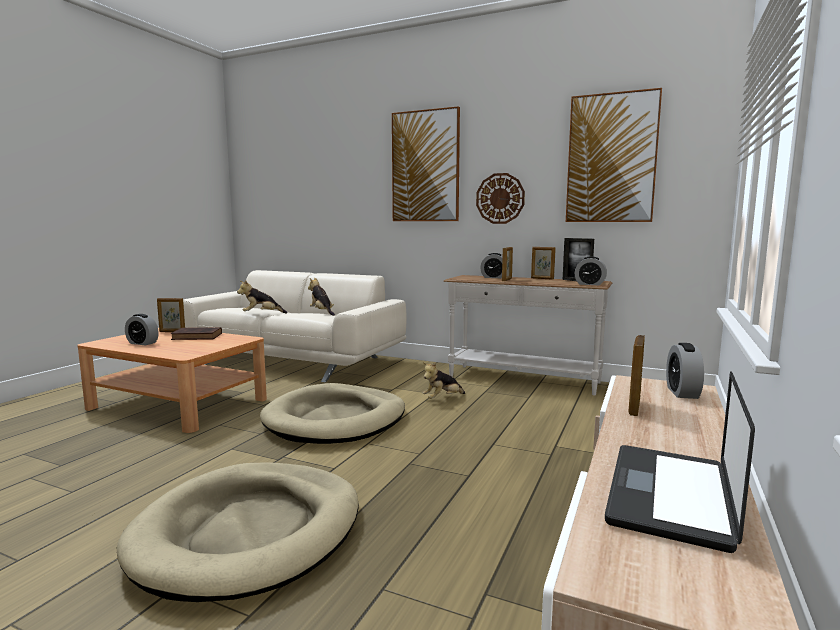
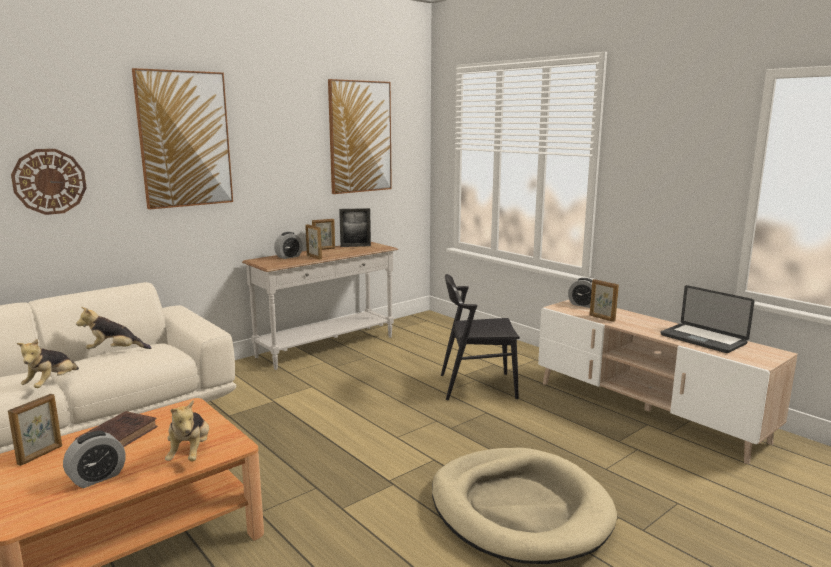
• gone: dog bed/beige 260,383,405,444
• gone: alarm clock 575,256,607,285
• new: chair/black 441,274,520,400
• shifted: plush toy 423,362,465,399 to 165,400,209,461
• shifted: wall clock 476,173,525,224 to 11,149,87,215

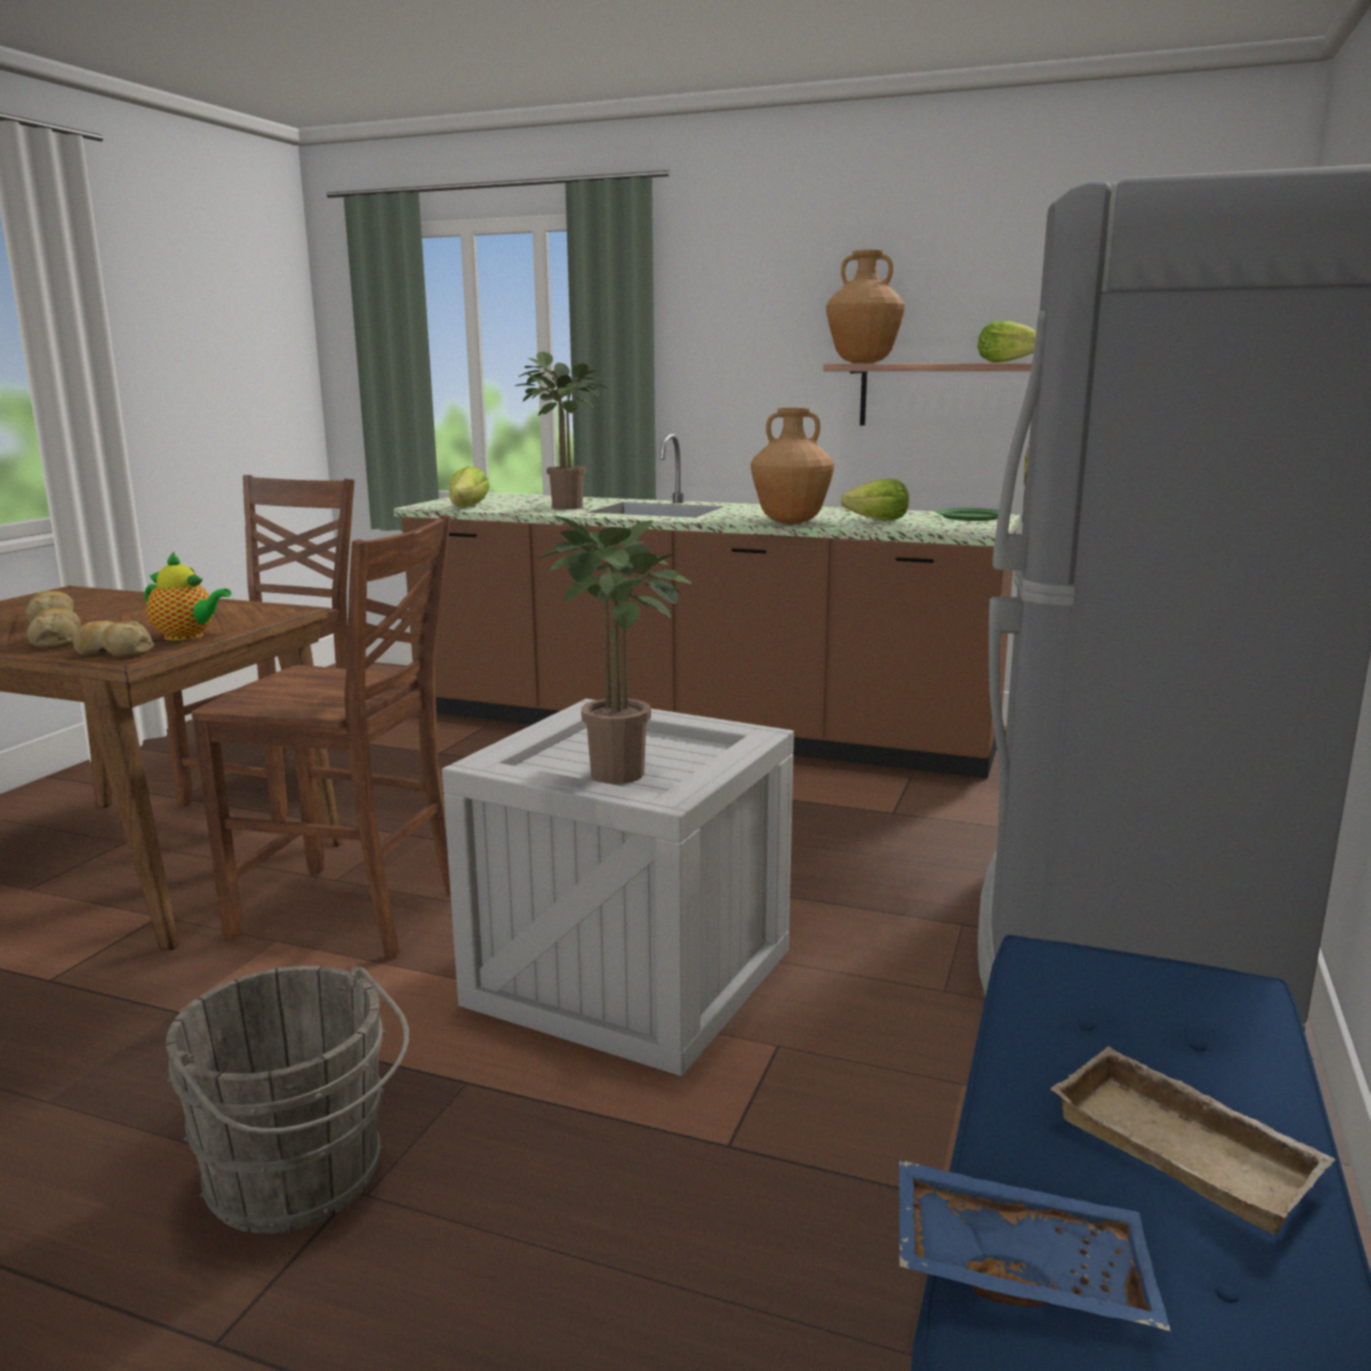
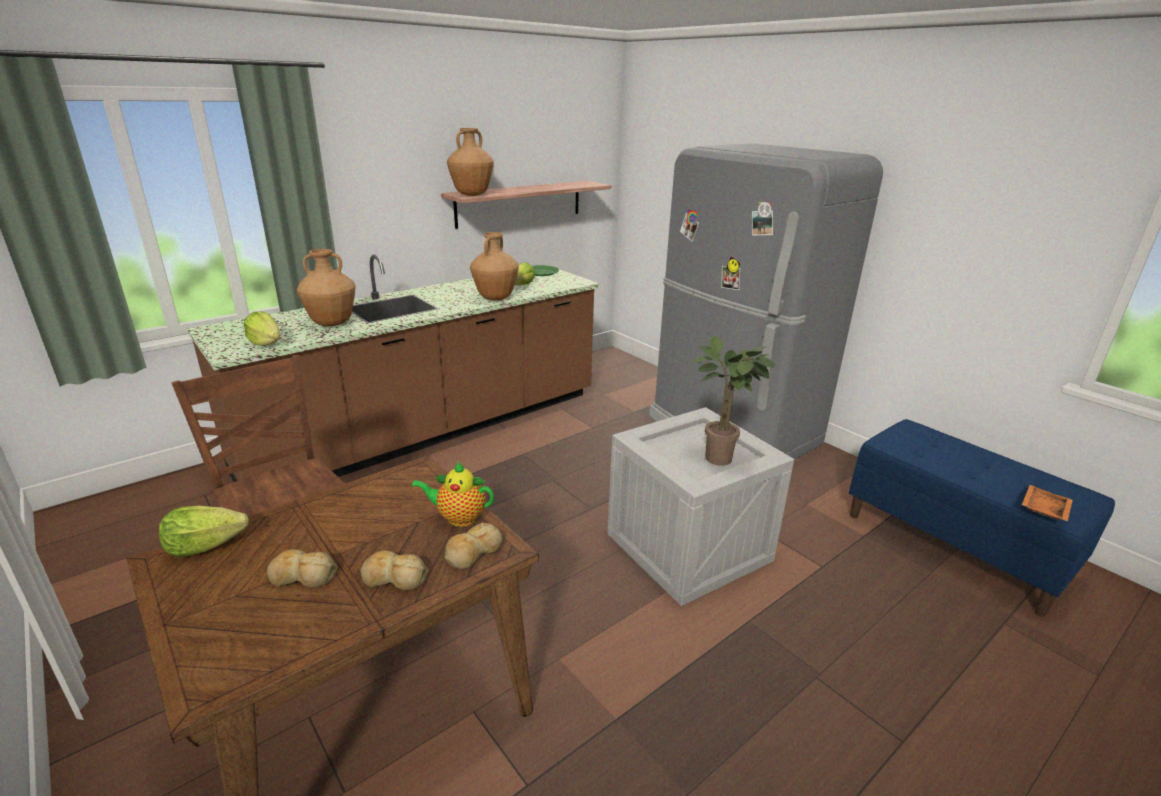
• gone: bucket/grey 166,966,409,1233
• gone: chair/brown 192,515,451,959
• gone: tray/beige 1051,1046,1335,1235
• shifted: lettuce 978,320,1036,363 to 159,506,249,557
• swapped: potted plant 515,352,607,509 to vase/brown 297,249,356,326
• repainted: tray/blue 899,1160,1170,1331 to tray/orange 1022,485,1073,521
• rotated: teapot 144,552,231,641 = 411,462,494,527 135 degrees counterclockwise

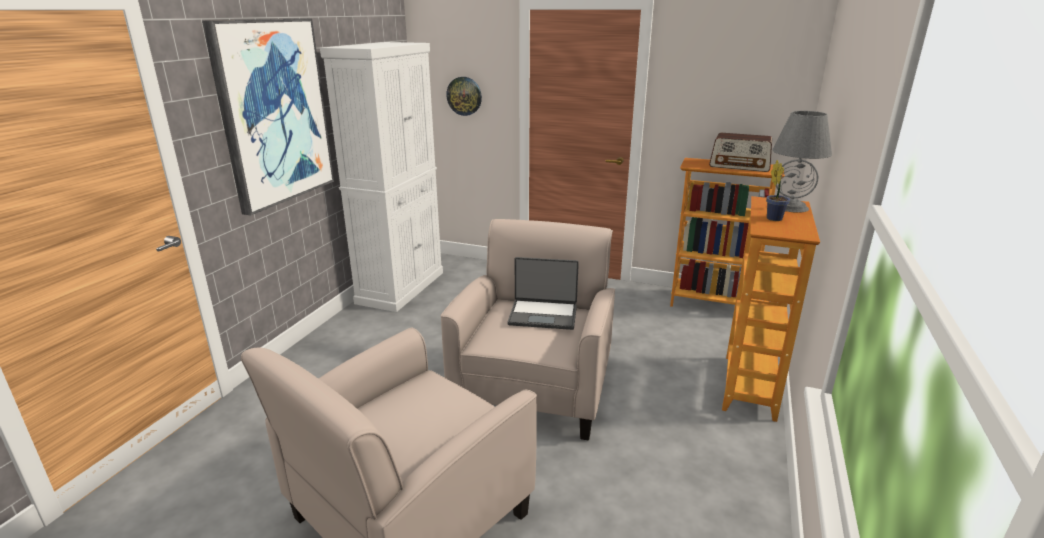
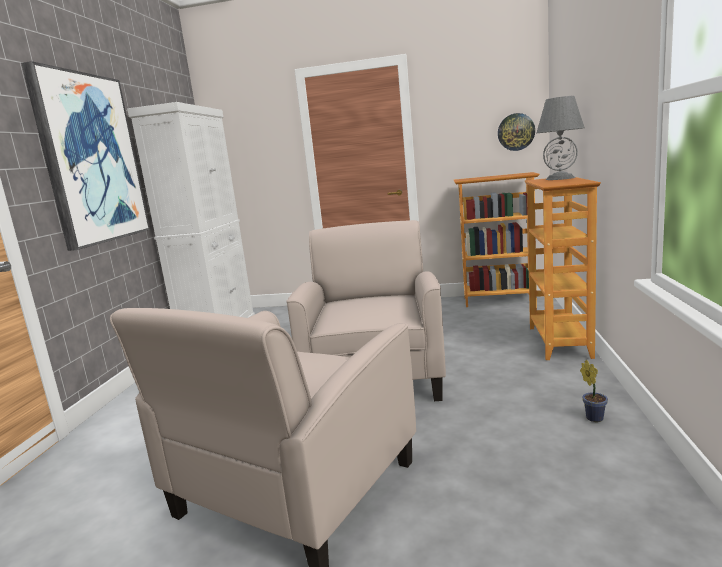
• gone: laptop 507,257,579,330
• gone: radio 709,133,772,172
• shifted: wall clock 446,77,482,116 to 498,113,535,151
• shifted: potted plant 766,160,790,221 to 580,360,608,422

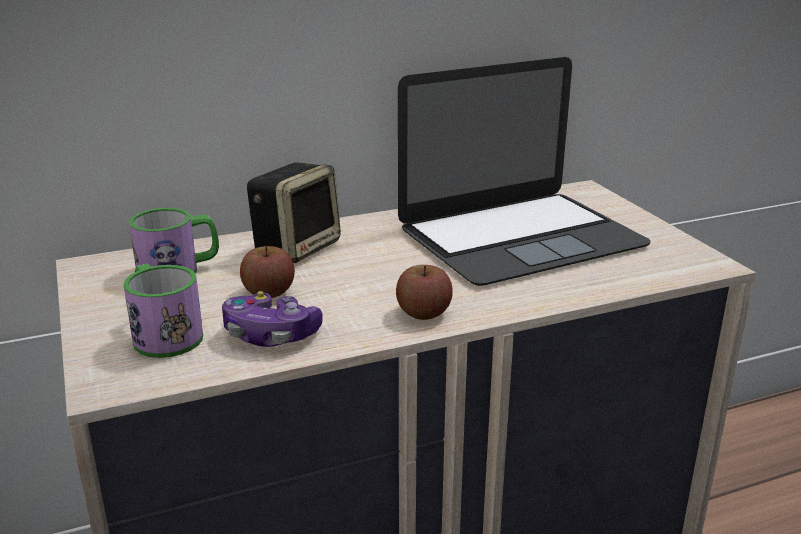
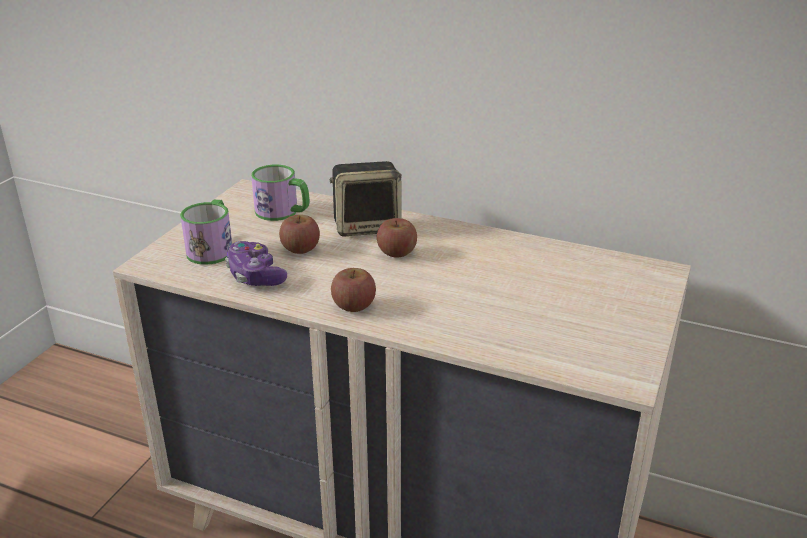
• gone: laptop 398,57,651,286
• new: apple 377,218,417,258

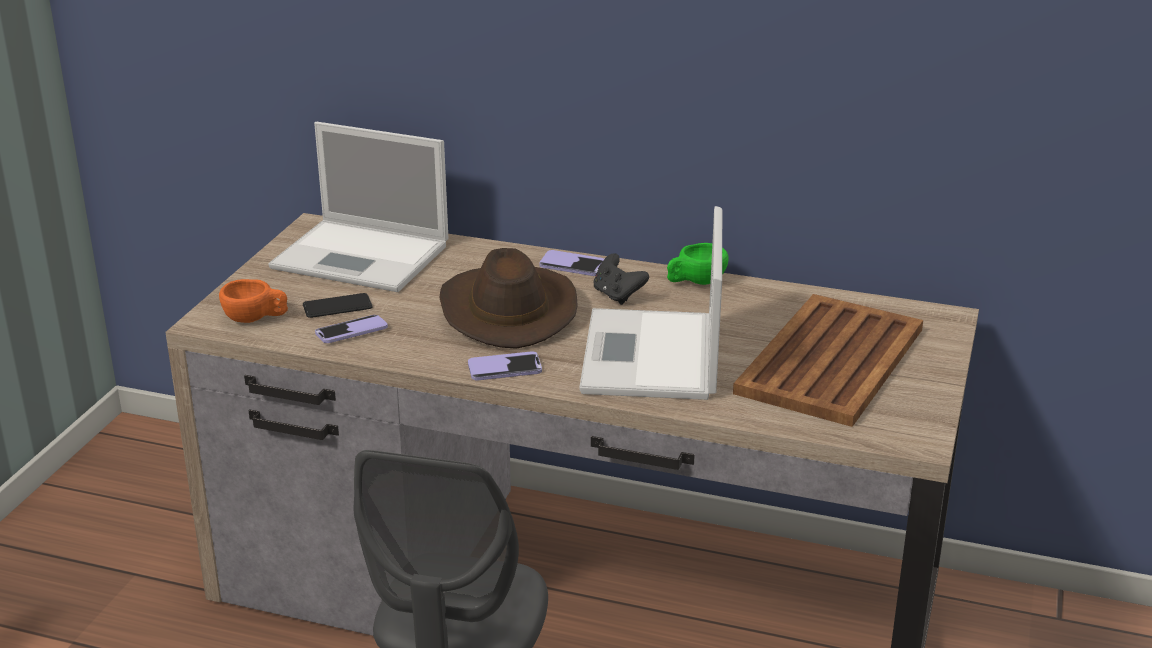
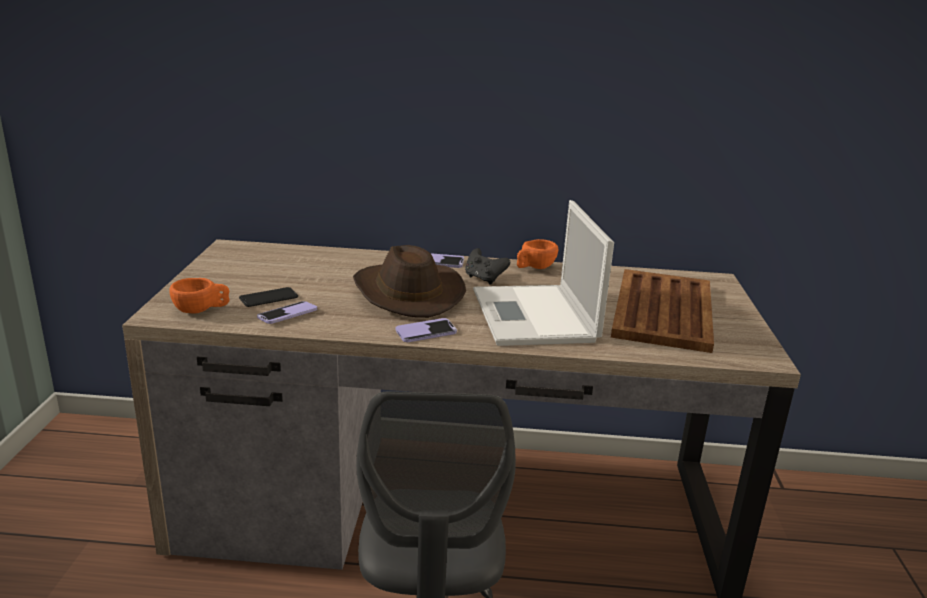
• gone: laptop 269,122,448,292
• repainted: cup/green 667,243,729,285 to cup/orange 517,239,558,269

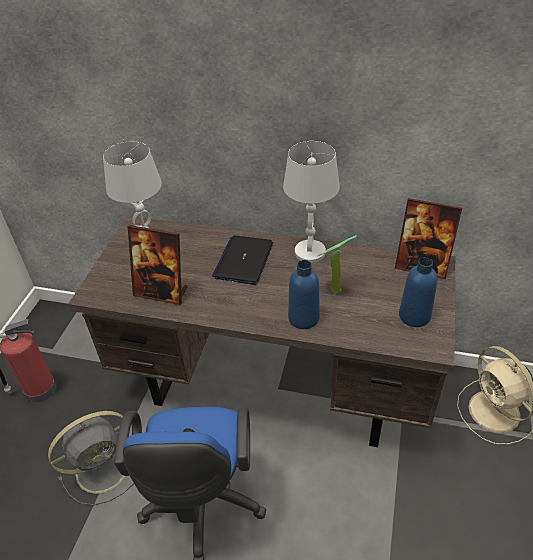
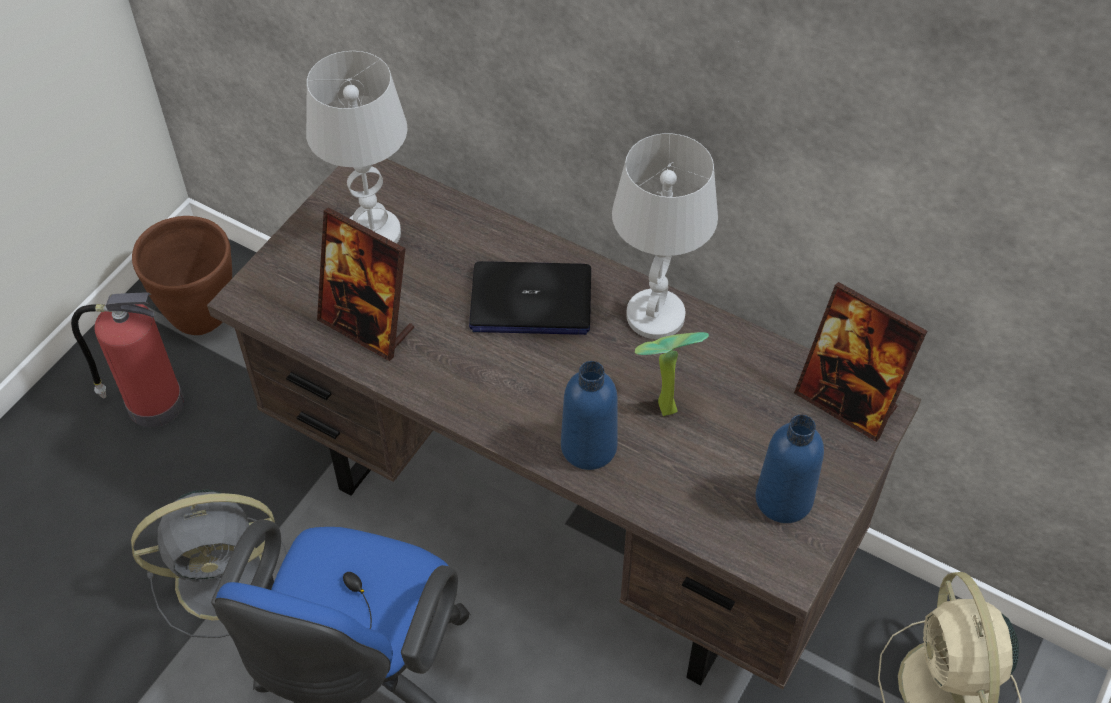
• new: planter/brown 132,216,232,335
• rotated: laptop 212,236,273,285 = 469,261,591,335 120 degrees counterclockwise

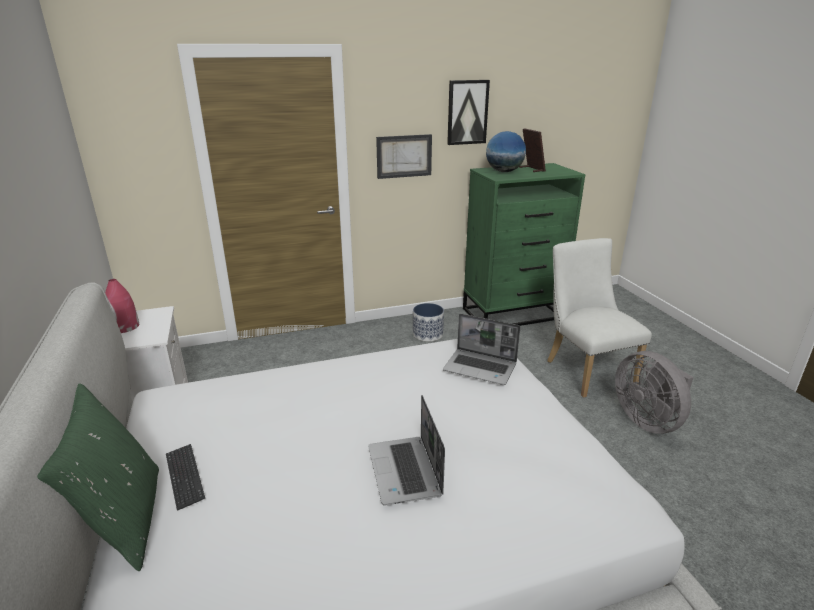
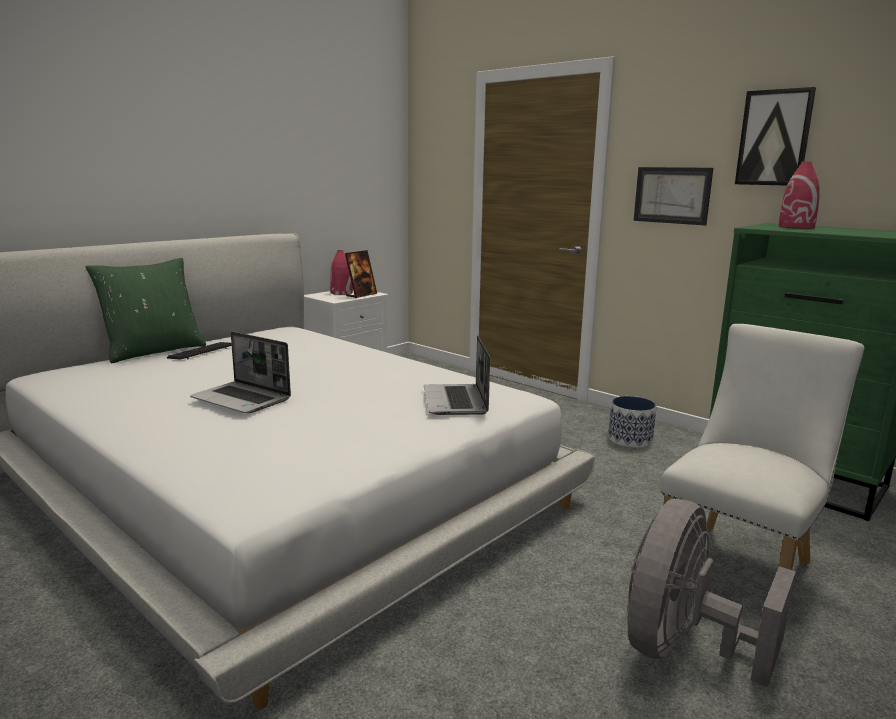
• shifted: picture frame 519,128,546,172 to 345,250,377,298
• swapped: globe 486,131,526,172 to vase/red 778,161,820,229
• rotated: laptop 368,395,445,506 = 190,331,291,414 105 degrees counterclockwise

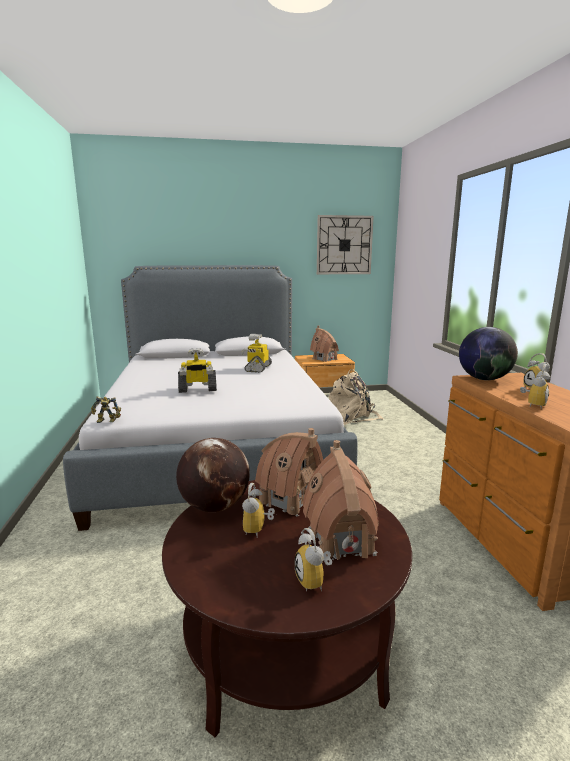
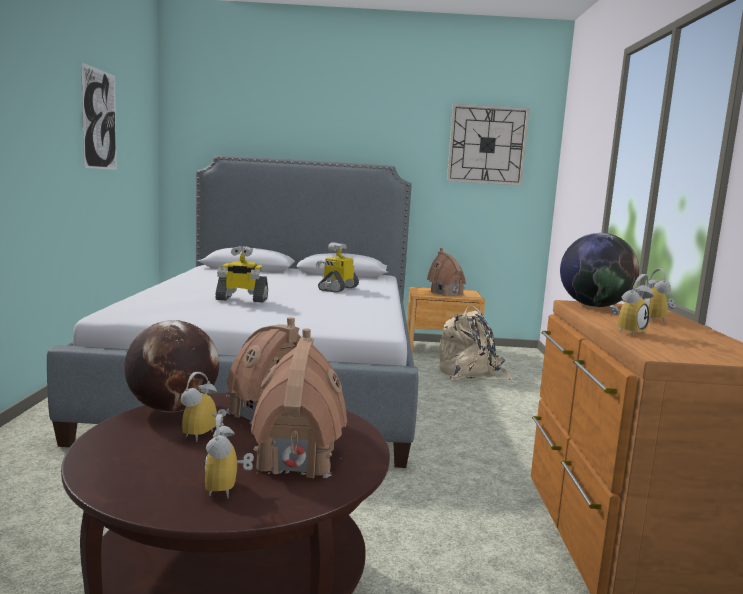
• gone: toy robot 91,396,121,423
• new: picture 81,62,117,170

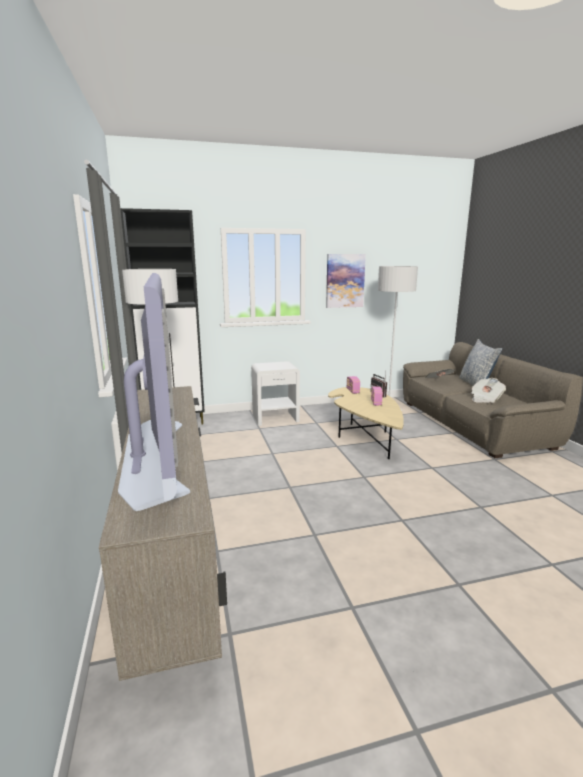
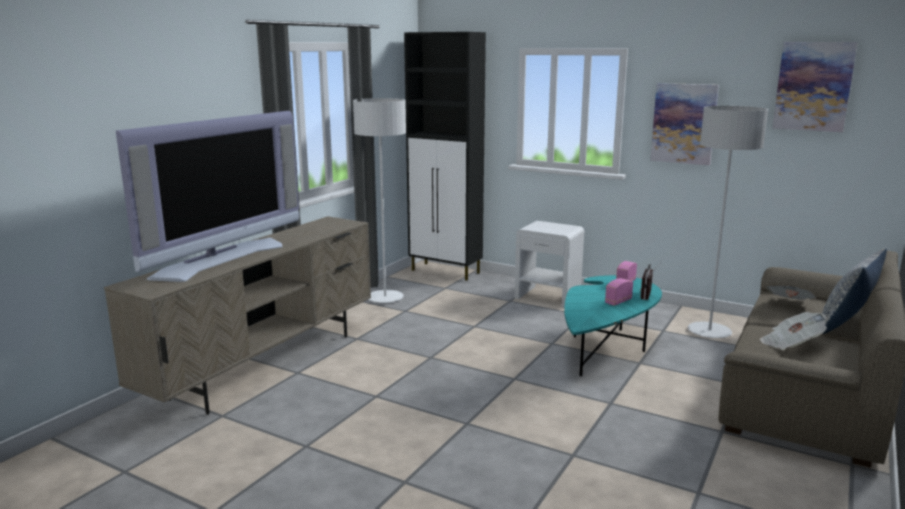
• new: picture 772,42,858,132
• repainted: coffee table/beige 328,387,404,459 to coffee table/turquoise 564,275,662,376

